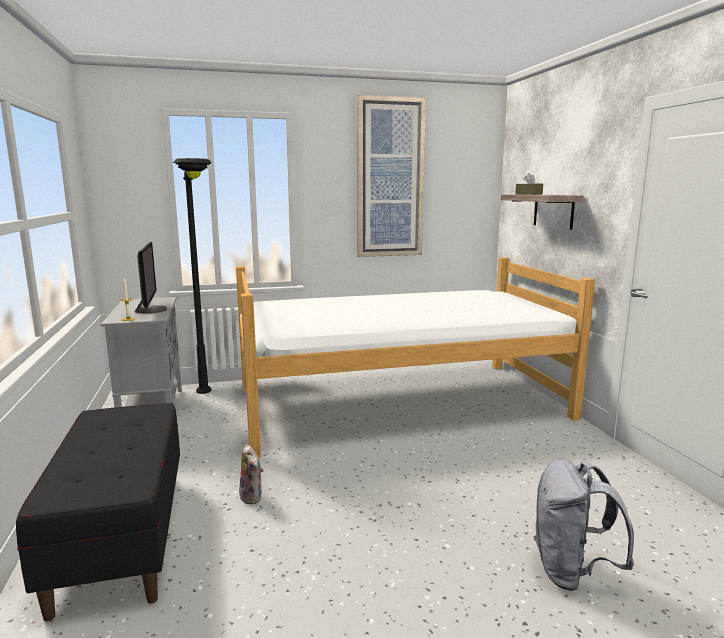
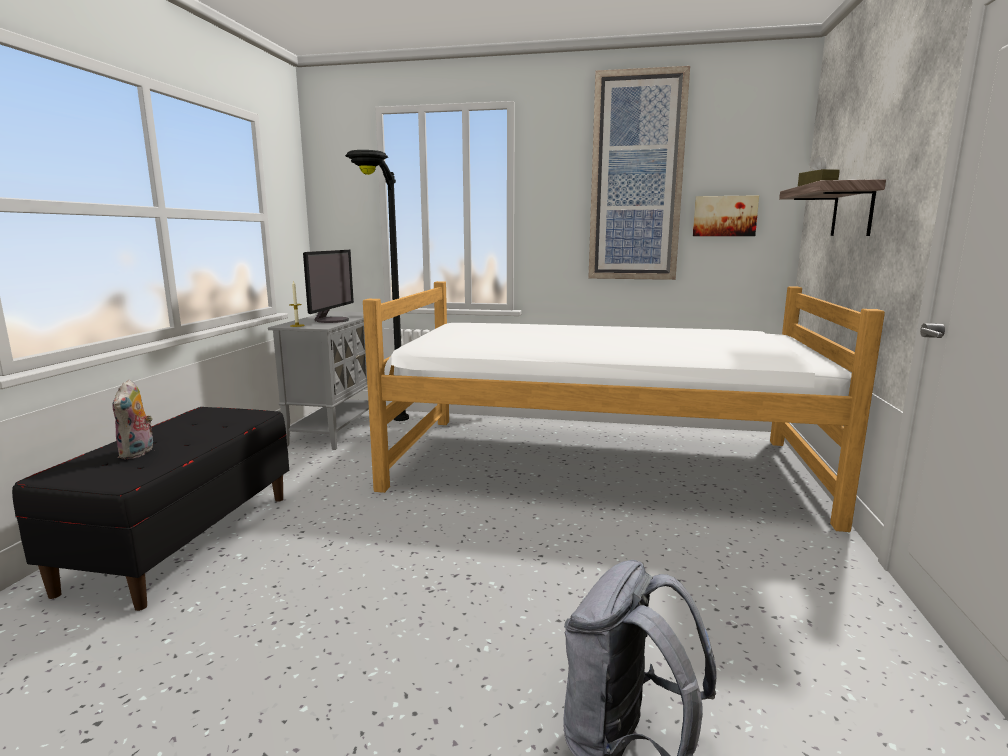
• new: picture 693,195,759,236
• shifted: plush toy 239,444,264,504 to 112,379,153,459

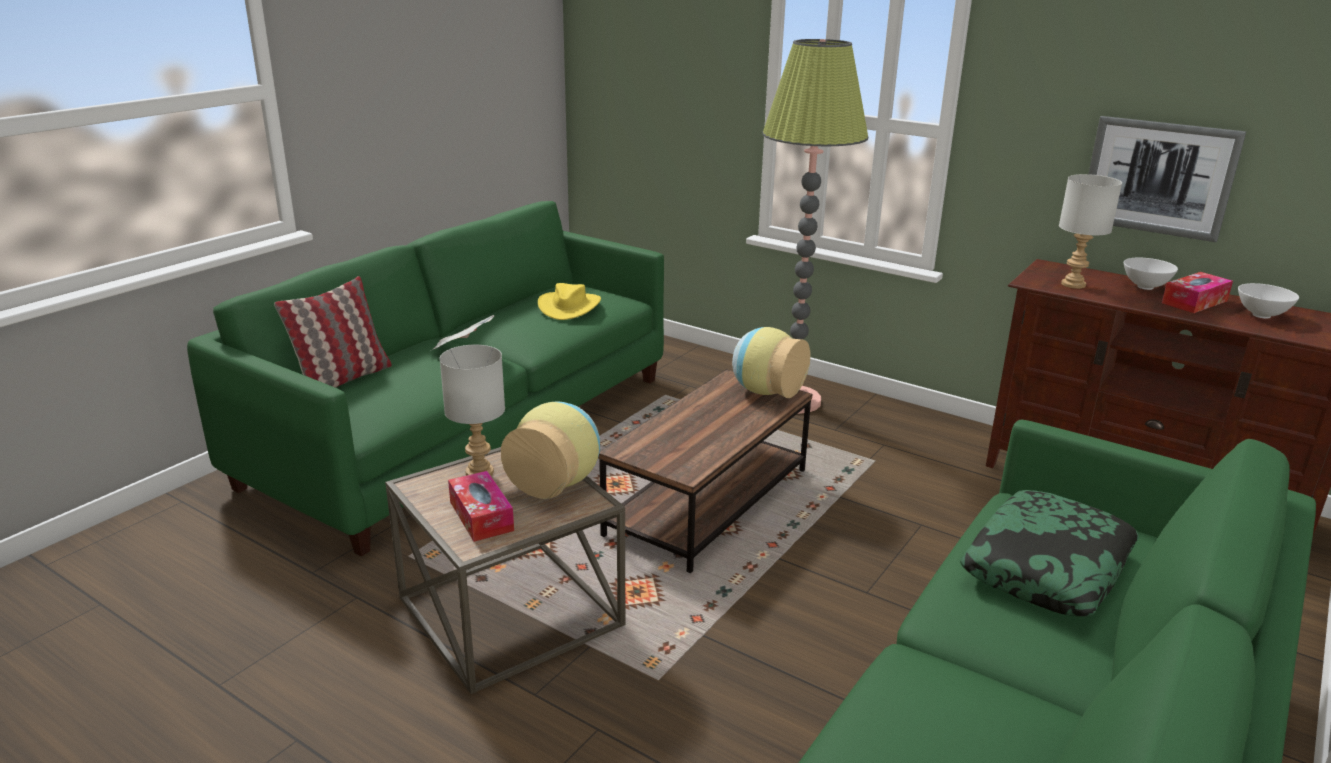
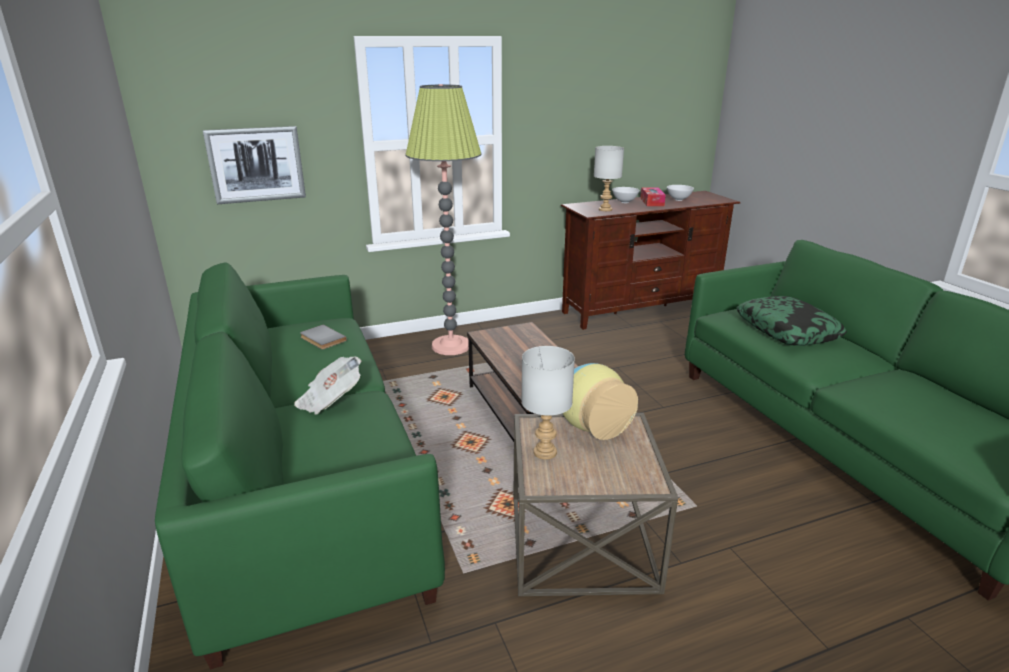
• gone: pillow 274,276,392,388
• gone: tissue box 448,471,514,542
• gone: vase 732,327,810,398
• shifted: picture 1089,116,1246,242 to 203,126,306,204
• swapped: hat/yellow 538,283,601,320 to book/grey 300,325,347,350

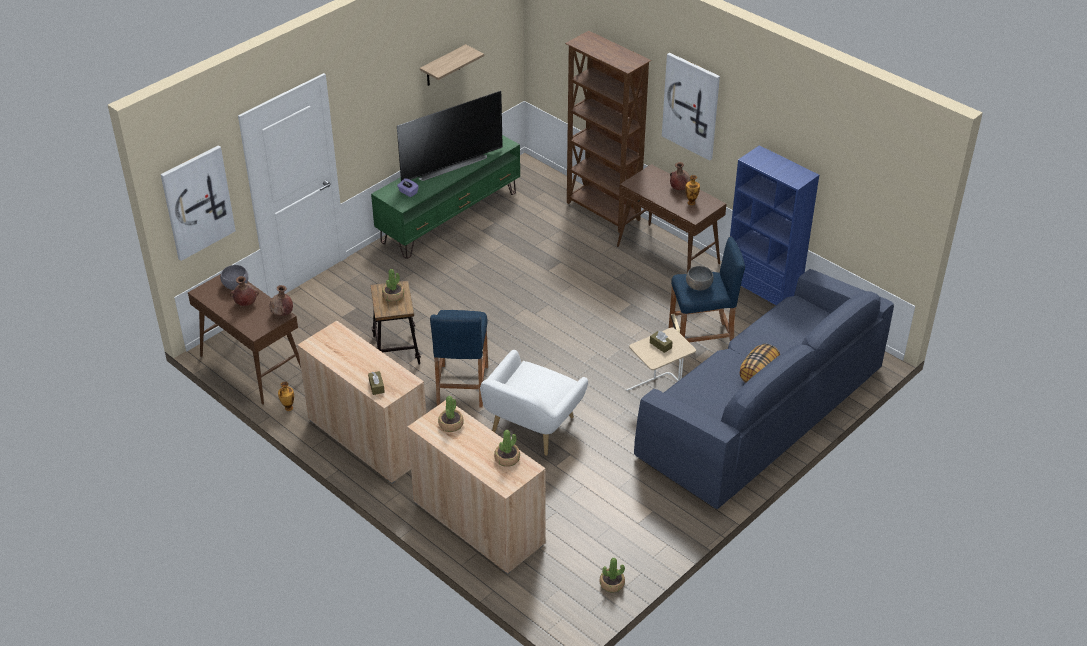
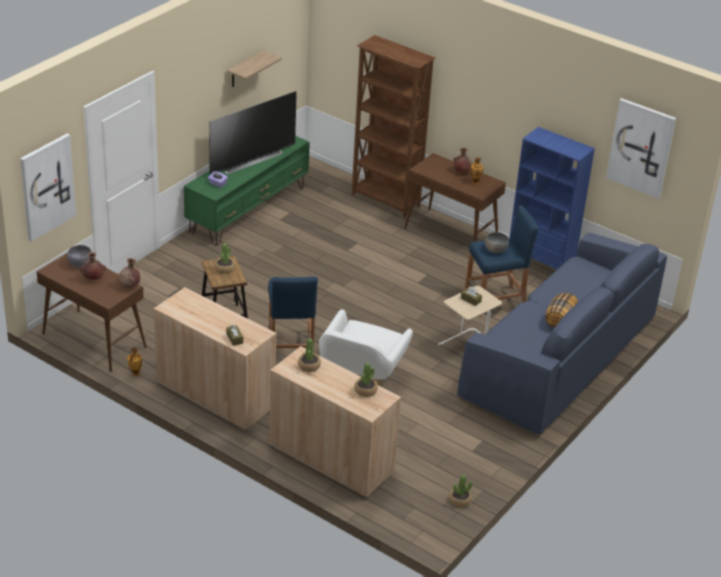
• shifted: picture 662,53,720,161 to 606,98,676,198

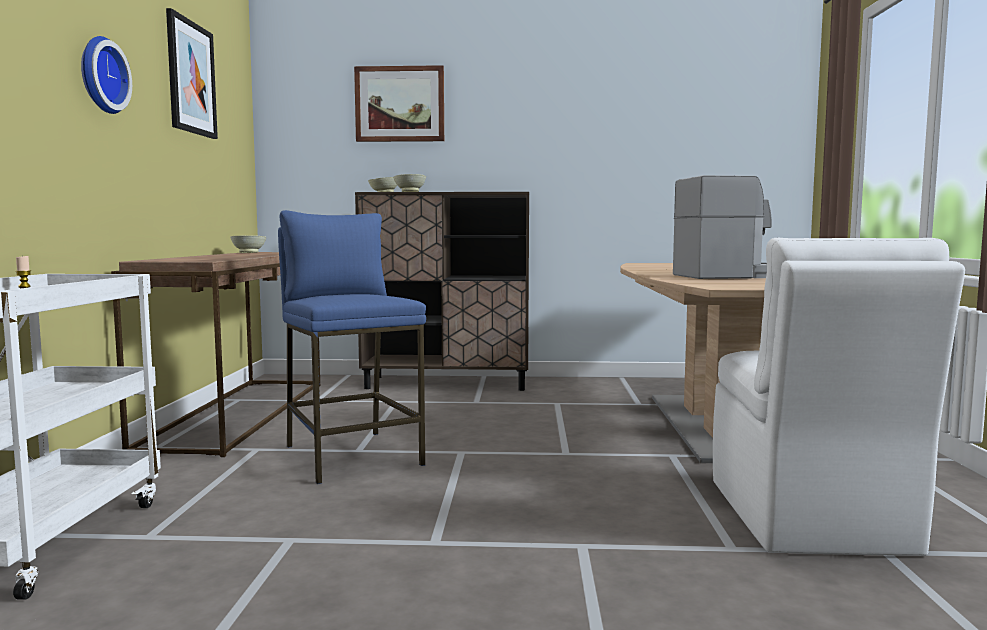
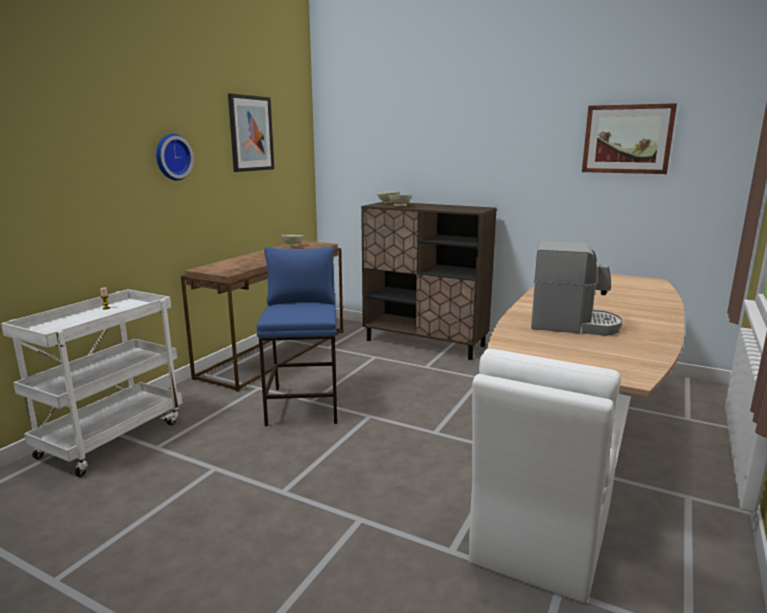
• shifted: picture 354,65,444,142 to 582,103,677,174

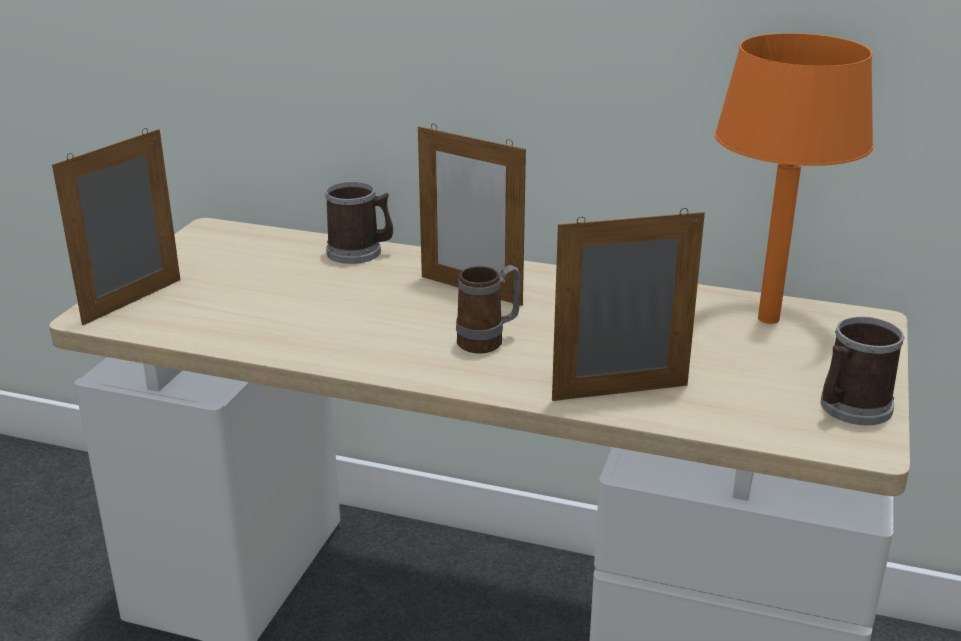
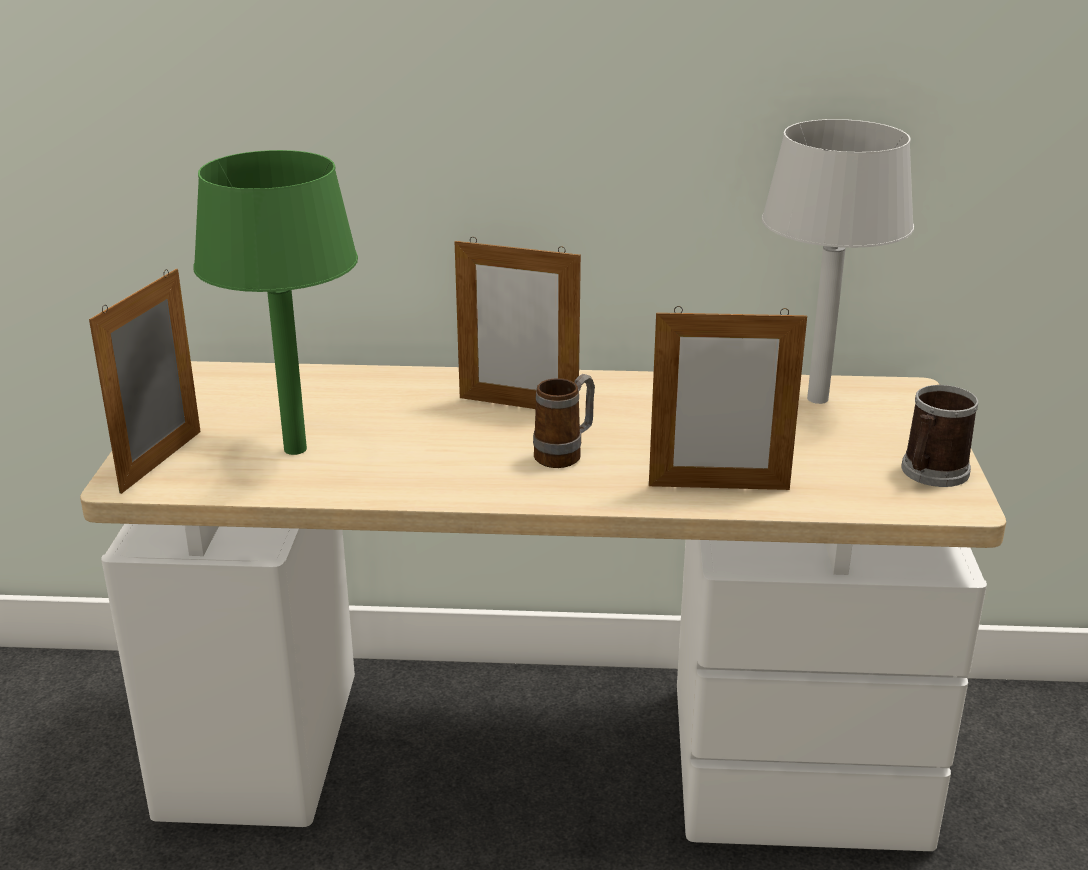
• gone: mug 325,182,393,264
• new: table lamp/green 193,150,358,455
• repainted: table lamp/orange 715,33,874,324 to table lamp/grey 762,119,914,404
• rotated: picture frame 552,208,705,401 = 649,306,807,490 150 degrees counterclockwise

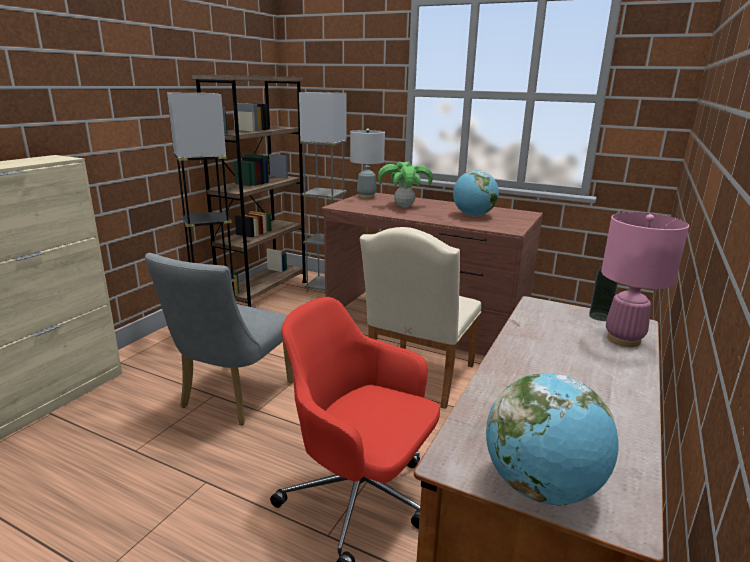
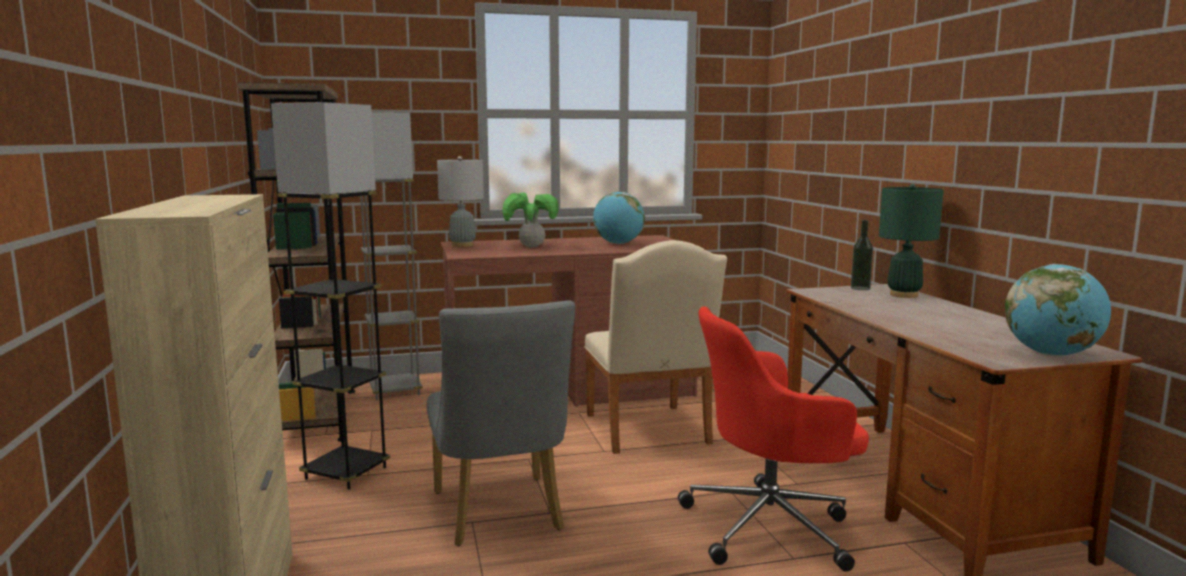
• repainted: table lamp/pink 601,212,689,347 to table lamp/green 879,184,943,298

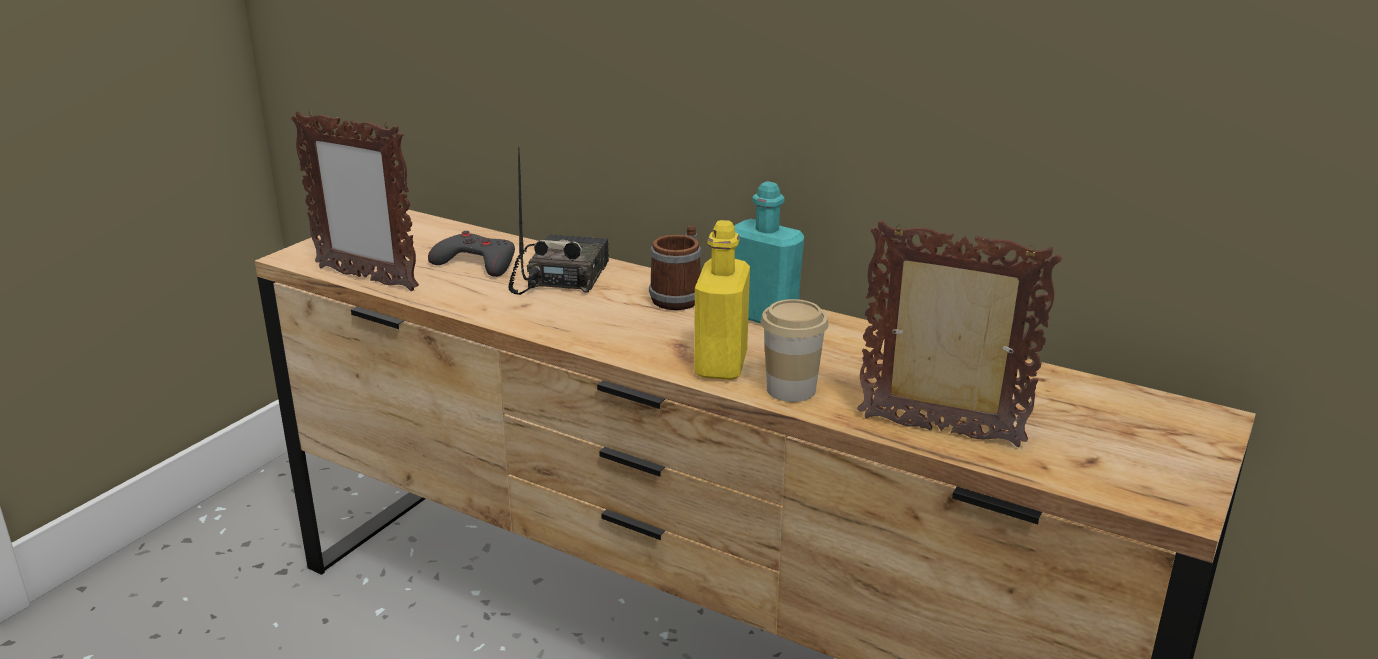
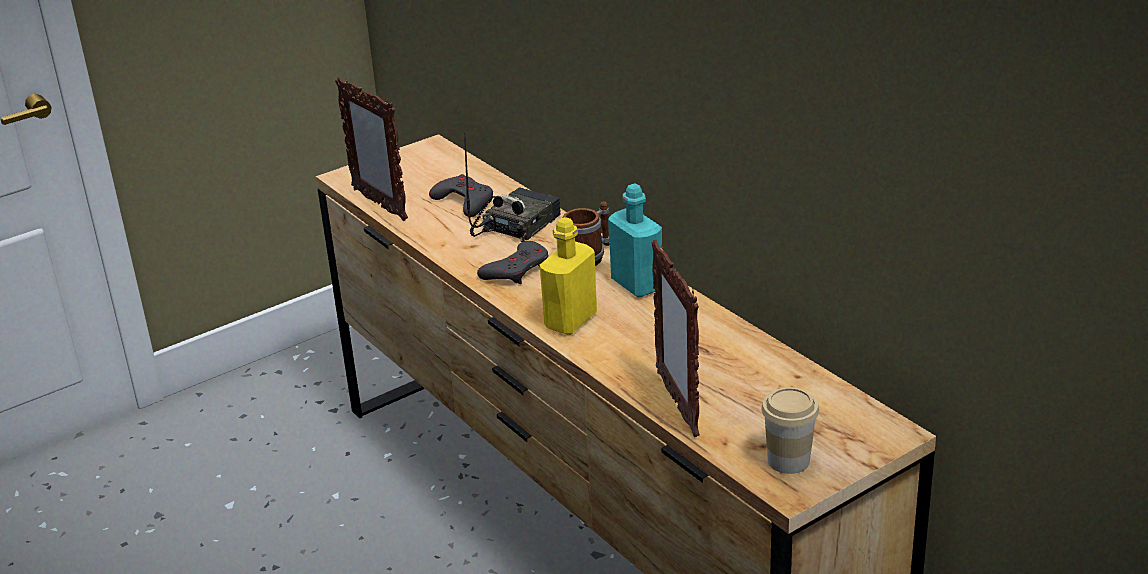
• new: game controller/grey 477,241,548,284
• shifted: cup 761,299,829,402 to 762,387,819,474
• rotated: picture frame 857,221,1062,447 = 652,239,699,437 150 degrees counterclockwise

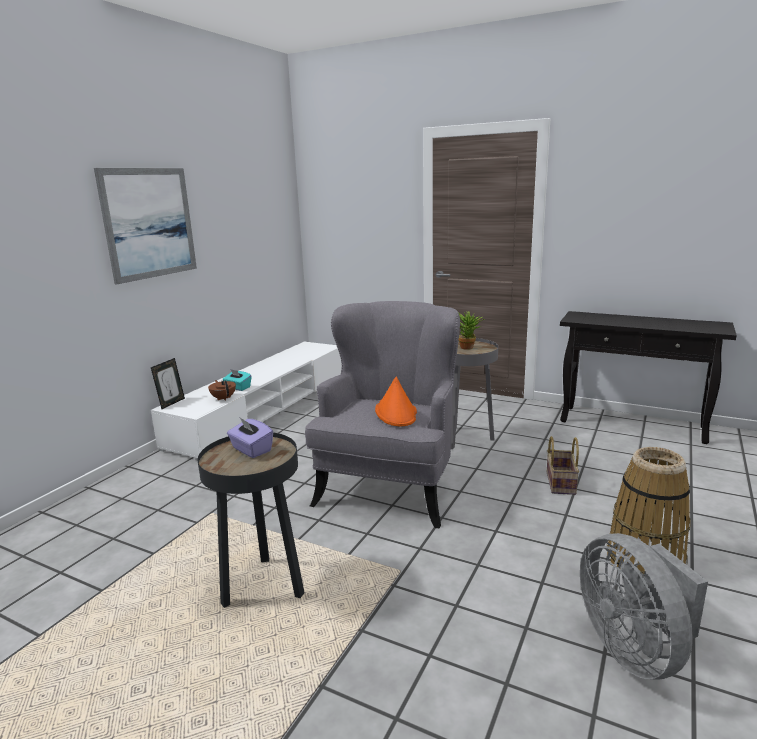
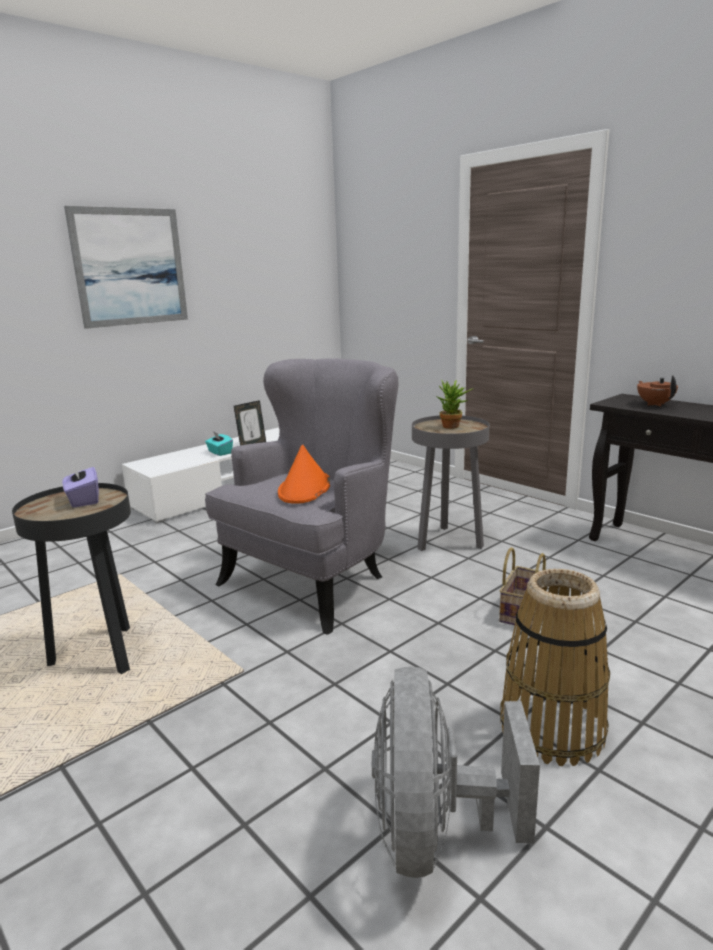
• shifted: picture frame 151,358,185,409 to 234,400,266,445
• shifted: teapot/brown 208,380,236,401 to 637,375,678,407

